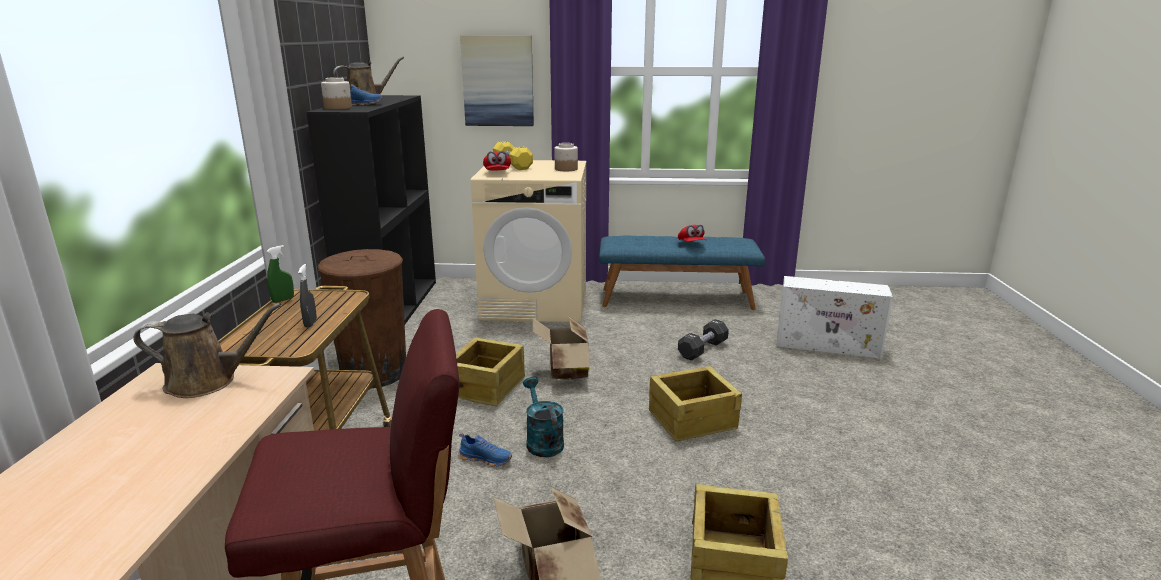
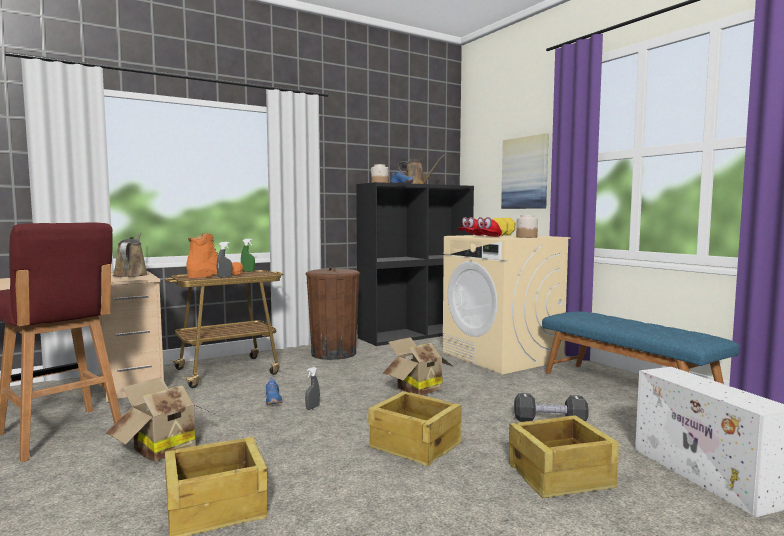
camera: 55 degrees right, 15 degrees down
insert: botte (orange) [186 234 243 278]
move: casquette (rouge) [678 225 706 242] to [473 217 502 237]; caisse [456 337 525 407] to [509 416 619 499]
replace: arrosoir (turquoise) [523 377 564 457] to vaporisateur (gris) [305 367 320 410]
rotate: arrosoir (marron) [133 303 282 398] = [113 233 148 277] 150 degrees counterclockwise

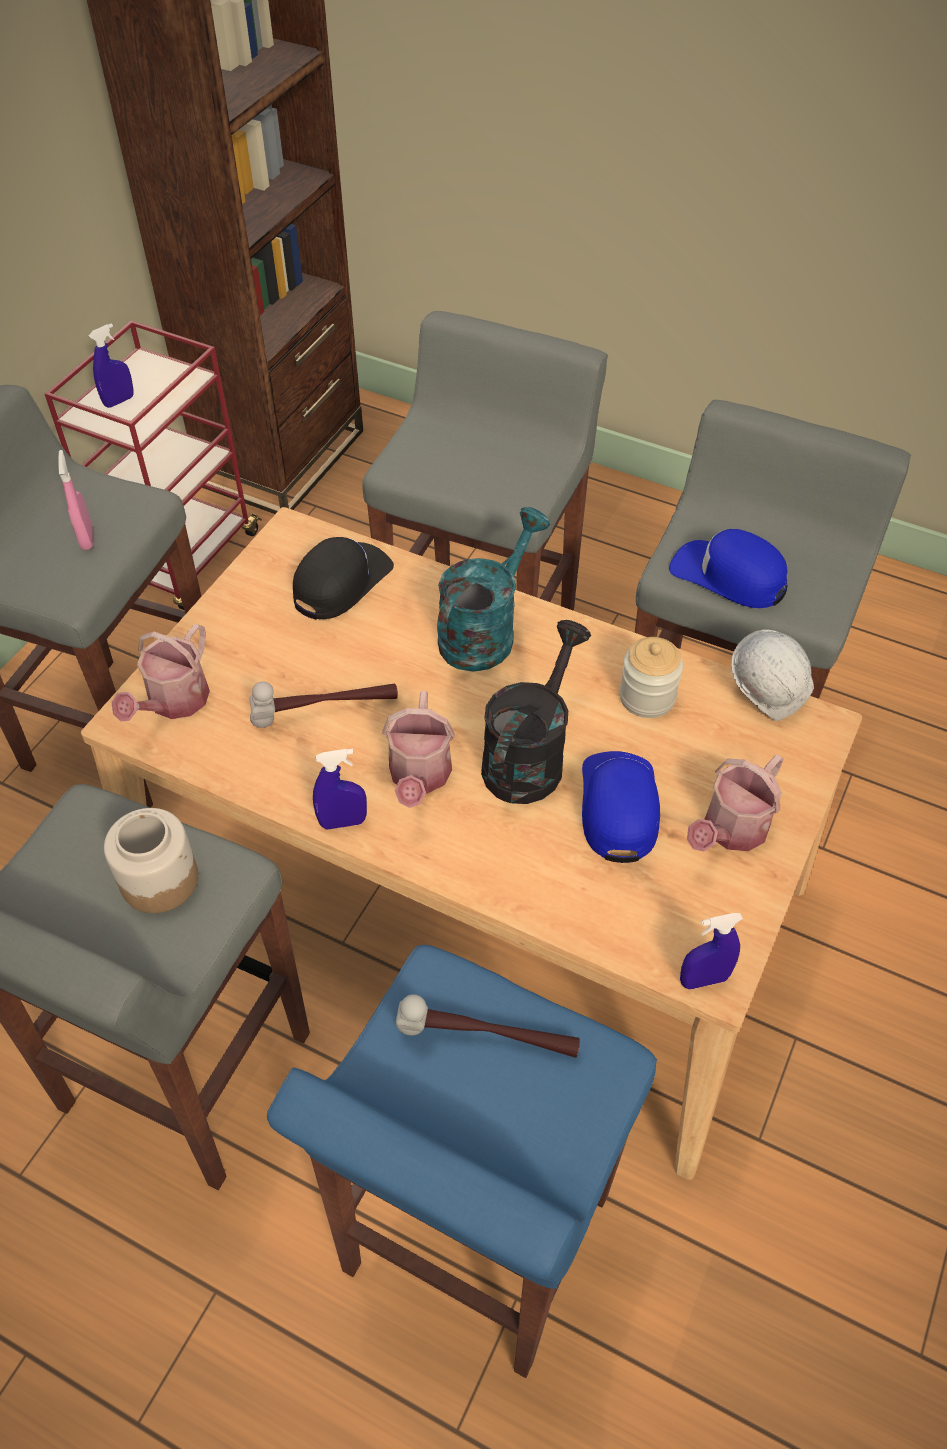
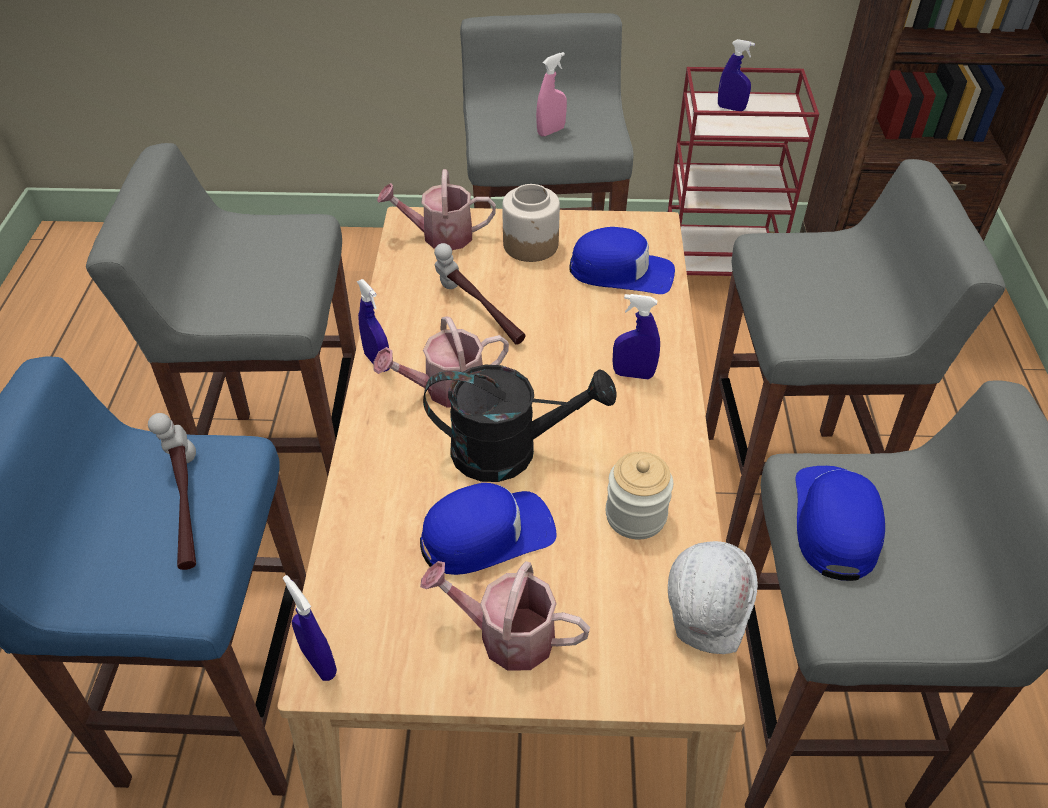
camera: 65 degrees right, 5 degrees down
move: bocal [104 808 198 913] to [502 184 560 262]
replace: arrosoir (turquoise) [437 507 550 672] to vaporisateur (bleu) [613 294 660 379]
recolor: casquette (noir) [293 537 394 620] to casquette (bleu) [569 227 675 294]

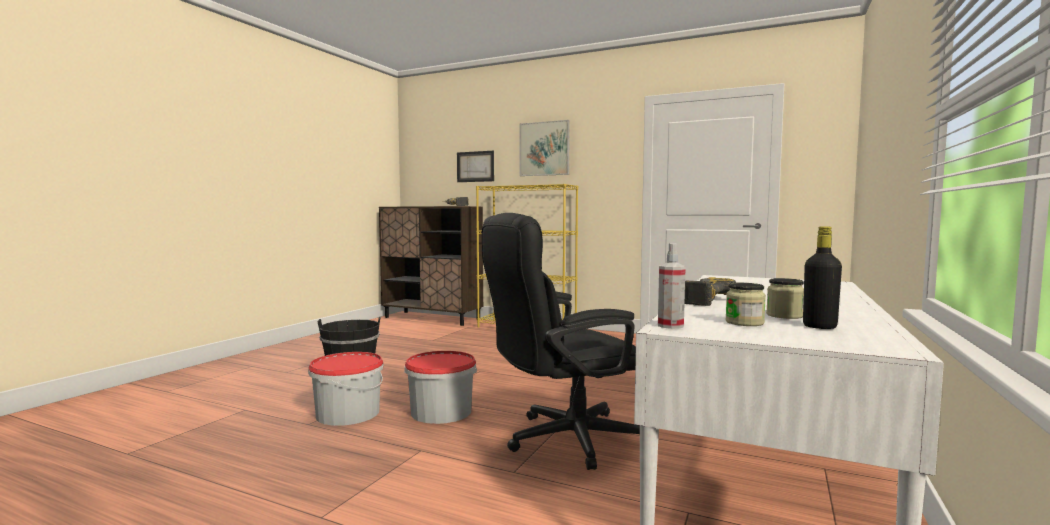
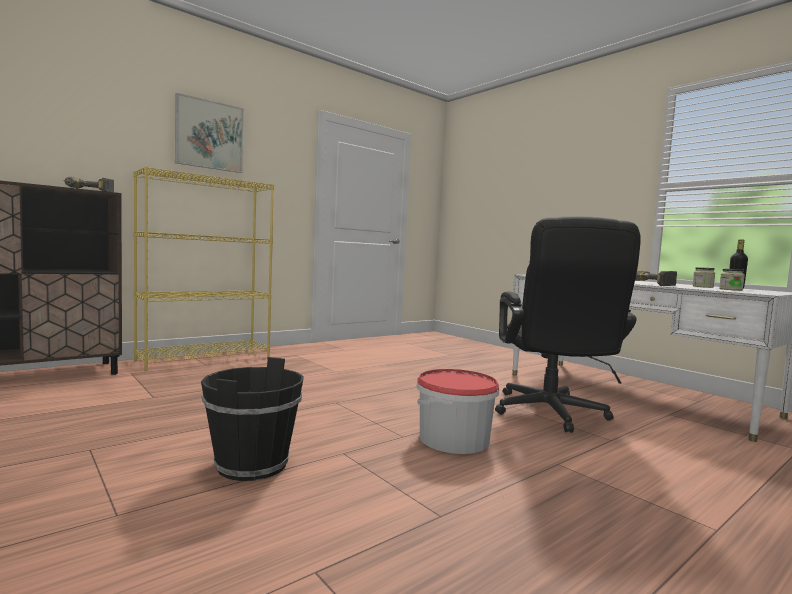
camera: 65 degrees left, 0 degrees up
delete: seau [308 352 384 426]; tableau [457 151 494 182]; vaporisateur [658 243 686 329]

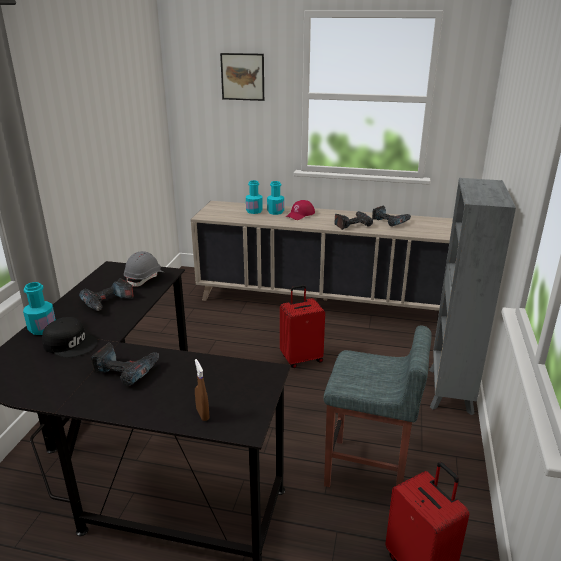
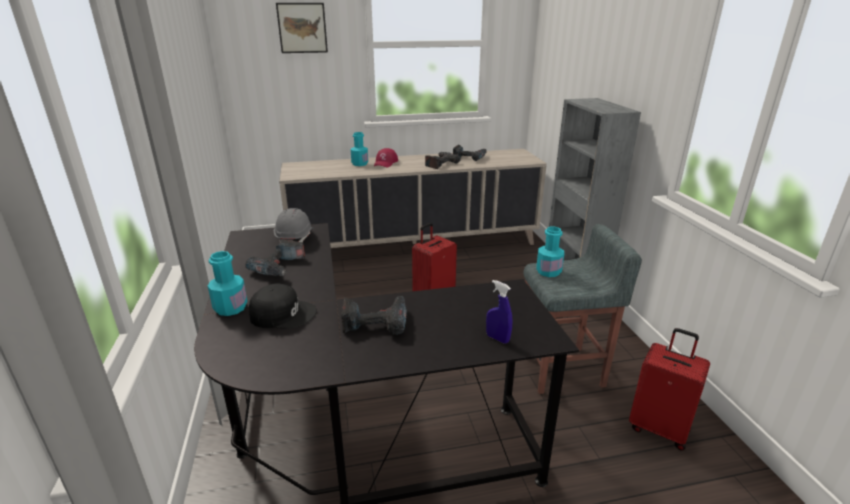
camera: 25 degrees left, 0 degrees up
move: bouteille (turquoise) [246 180 263 214] to [536 226 564 277]
recolor: vaporisateur (marron) [195 359 209 421] to vaporisateur (bleu) [486 280 512 344]

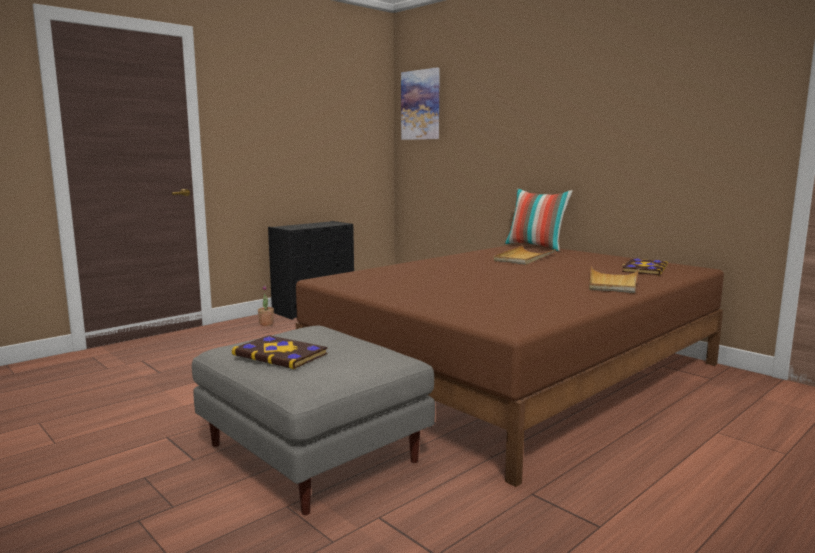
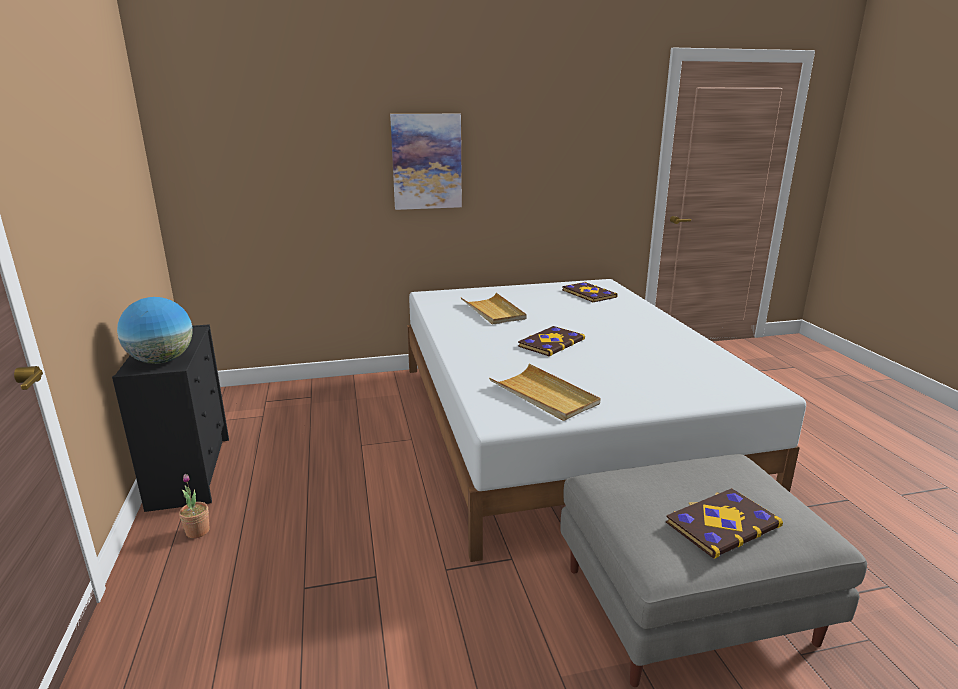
camera: 60 degrees left, 10 degrees up
delete: coussin [505 188 573 251]
insert: globe [117 297 193 364]; livre [518 326 585 356]
move: tableau [401 67 440 140] to [390 114 462 210]; plateau (beige) [589 266 639 293] to [489 364 601 421]
recolor: lit (marron) [296 243 724 487] to lit (blanc) [407 279 806 562]

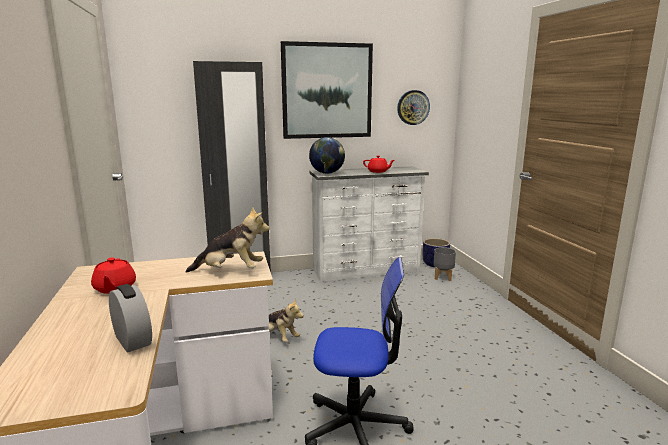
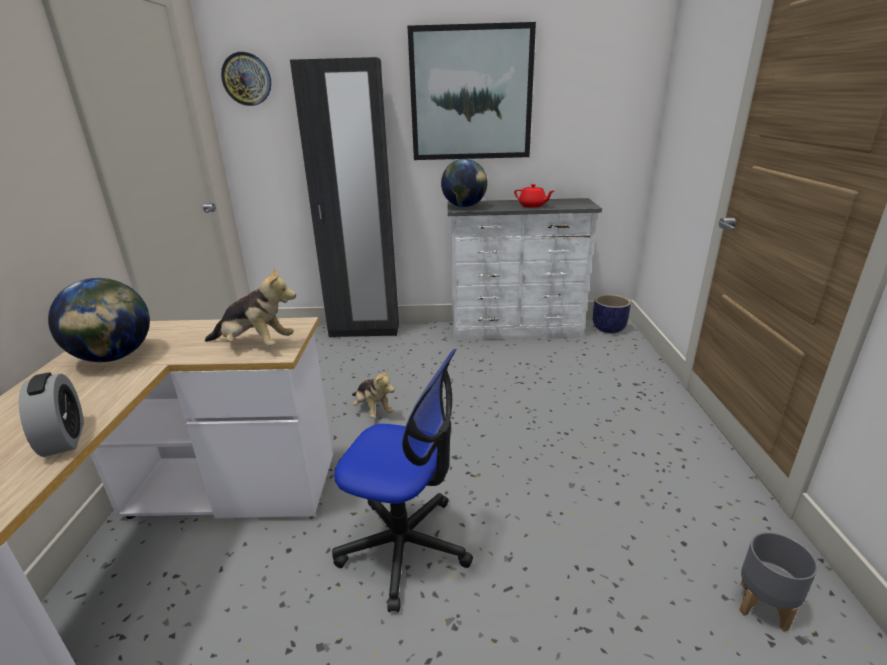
camera: 15 degrees right, 10 degrees up
move: horloge murale [397 90 430 125] to [221 52 271 106]; cache-pot (gris) [434 247 456 281] to [739 532 818 632]
replace: théière (rouge) [91 257 136 294] to globe [48 278 150 362]

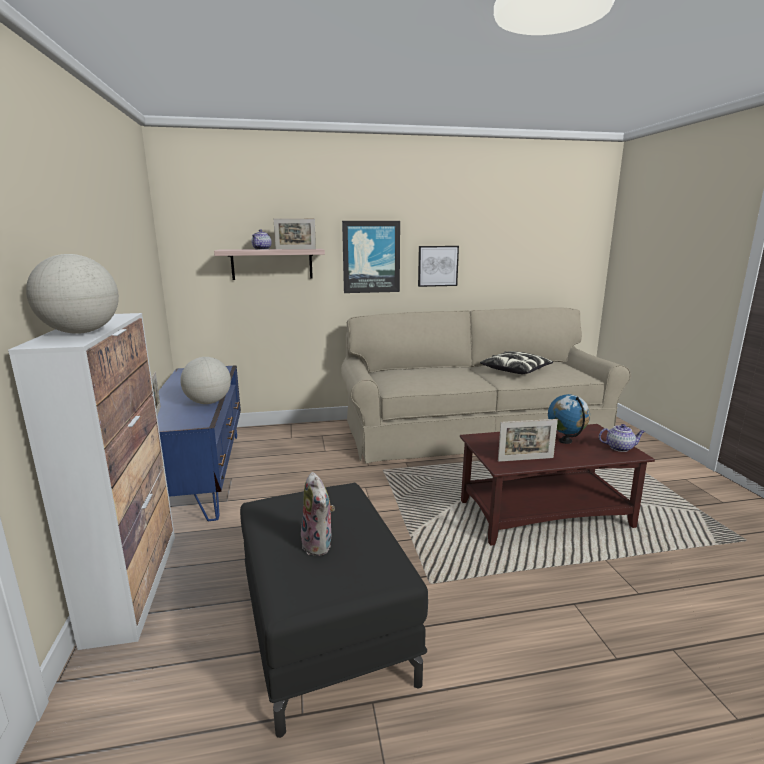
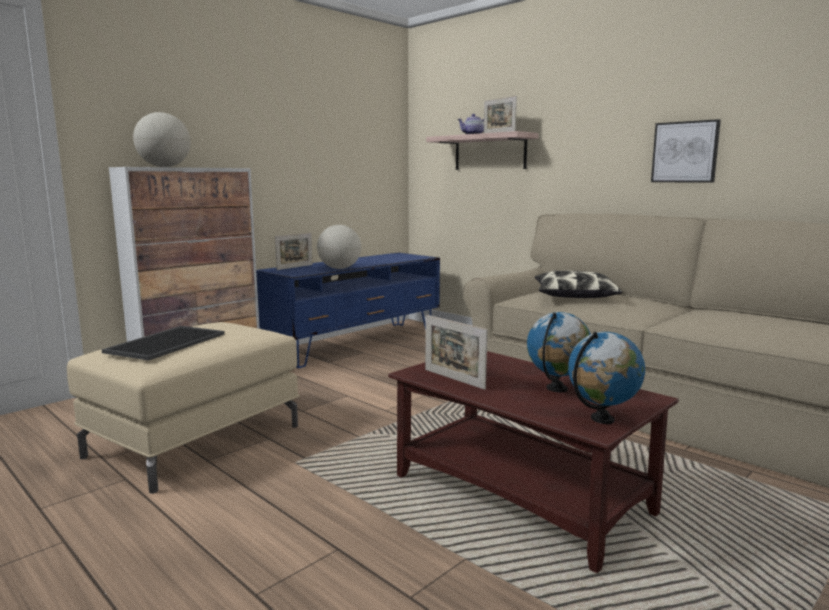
camera: 55 degrees right, 5 degrees down
delete: tableau [342 221 400 293]
move: coussin [480 351 553 374] to [535 271 622 298]
replace: peluche [301 472 335 556] to plateau [101 326 225 361]; théière [599 424 645 452] to globe [568 332 645 424]
recolor: pouf (noir) [240 483 428 738] to pouf (beige) [67 322 300 494]

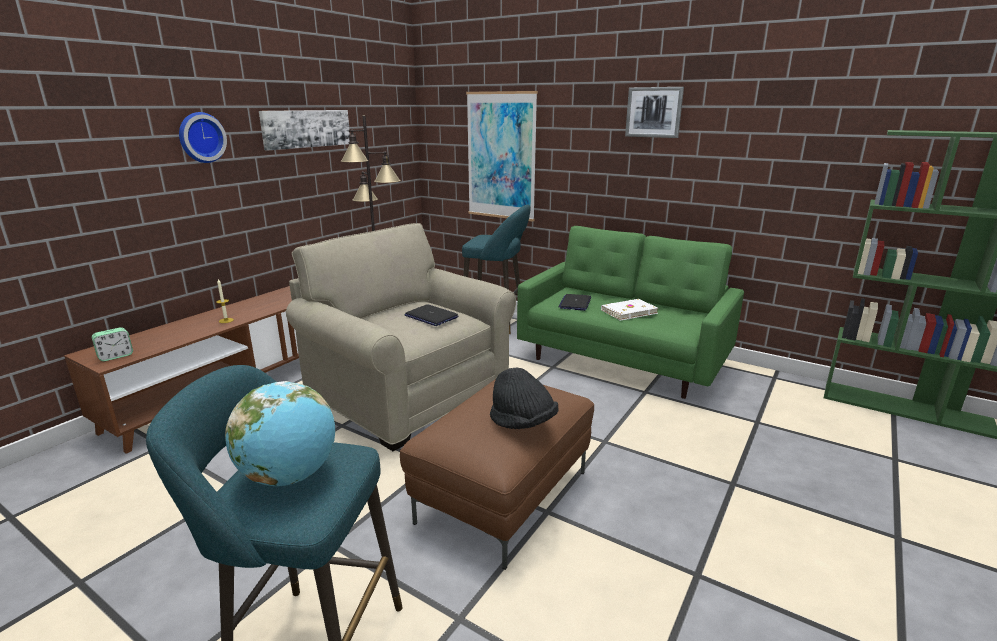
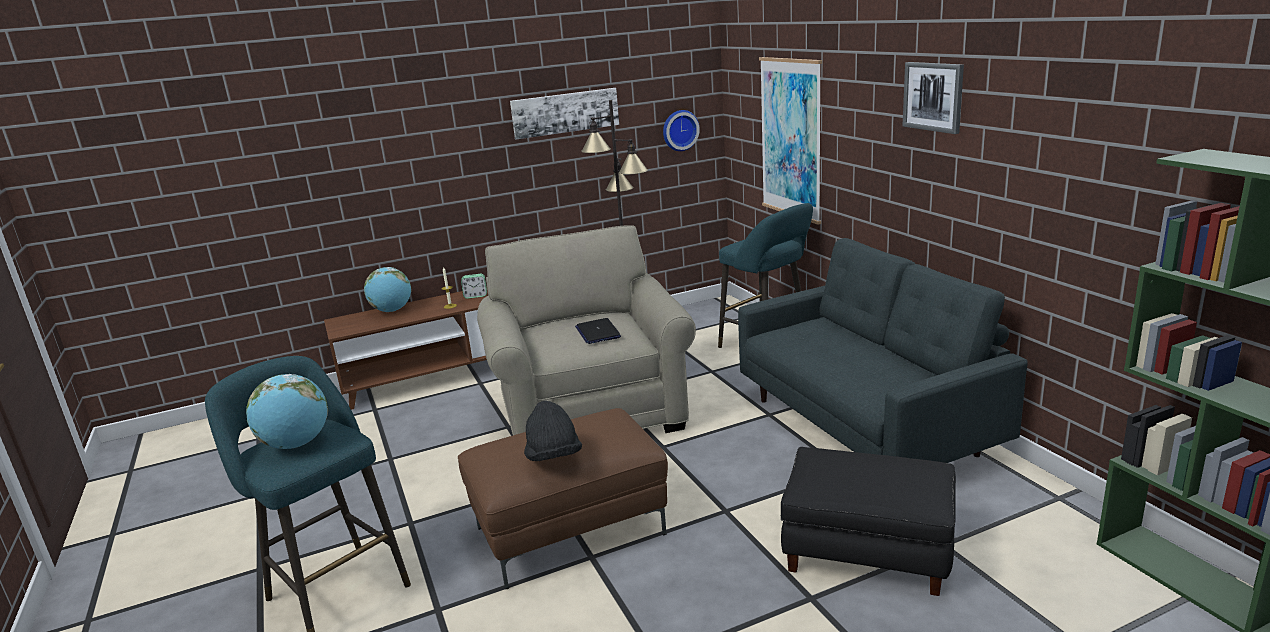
camera: 35 degrees right, 0 degrees up
delete: ordinateur portable [558 294 591 311]; livre (blanc) [601 299 658 321]
insert: globe [364 267 412 312]; pouf (noir) [781 447 956 596]
move: réveil [91 327 133 361] to [461 274 487 299]; horloge murale [179 112 227 163] to [663 110 700 151]
recolor: canapé (vert) [517 226 744 399] to canapé (gris) [738 238 1028 463]

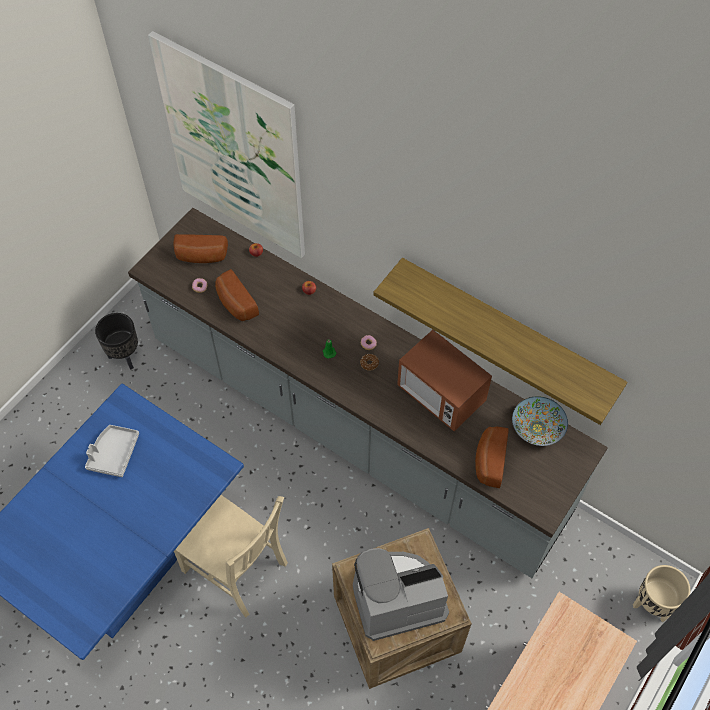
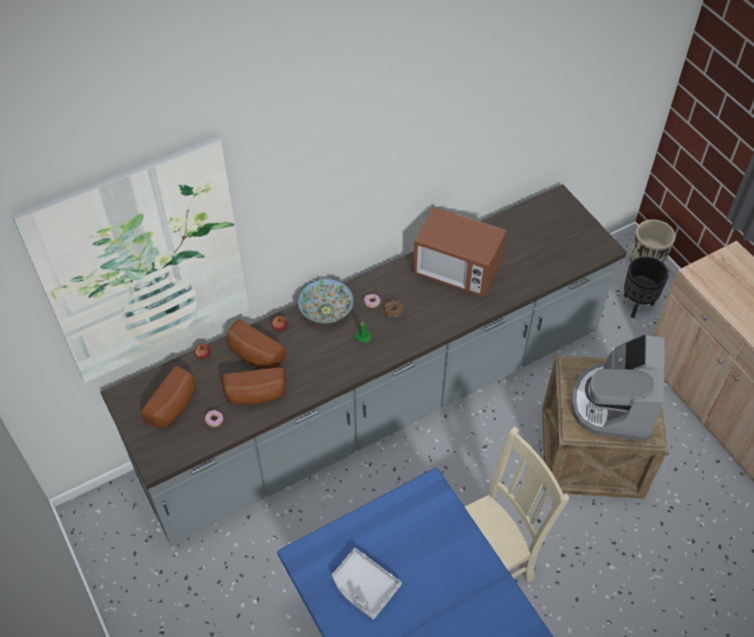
camera: 65 degrees left, 5 degrees down
delete: étagère [374 258 627 425]
move: pain [475 427 509 488] to [227 319 286 369]; bol [512 396 568 446] to [297 278 354 323]; cache-pot (noir) [95 313 138 370] to [624 257 669 318]
rotate: micro-ondes [397 330 492 431] = [413 207 506 297] 45 degrees clockwise

